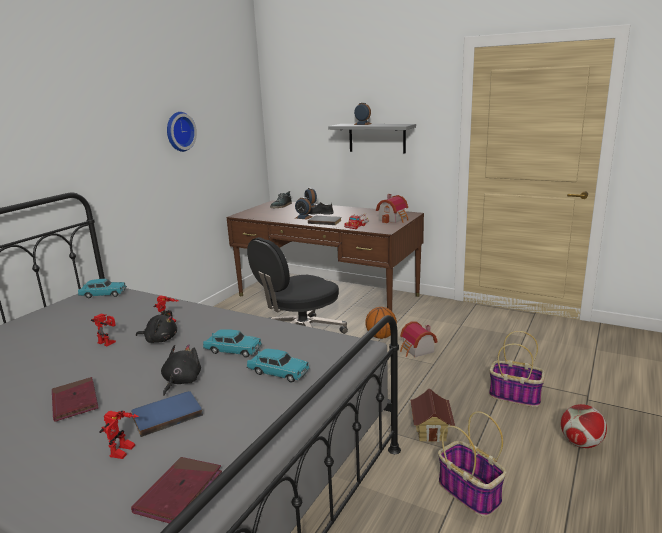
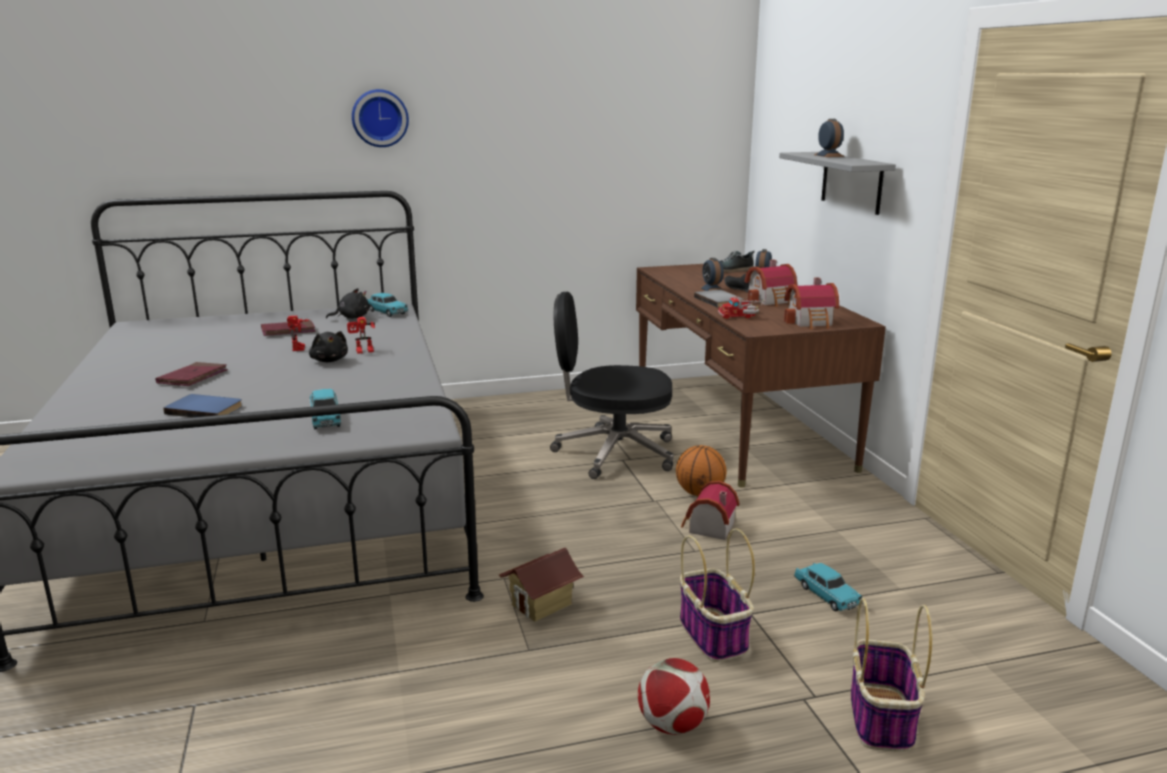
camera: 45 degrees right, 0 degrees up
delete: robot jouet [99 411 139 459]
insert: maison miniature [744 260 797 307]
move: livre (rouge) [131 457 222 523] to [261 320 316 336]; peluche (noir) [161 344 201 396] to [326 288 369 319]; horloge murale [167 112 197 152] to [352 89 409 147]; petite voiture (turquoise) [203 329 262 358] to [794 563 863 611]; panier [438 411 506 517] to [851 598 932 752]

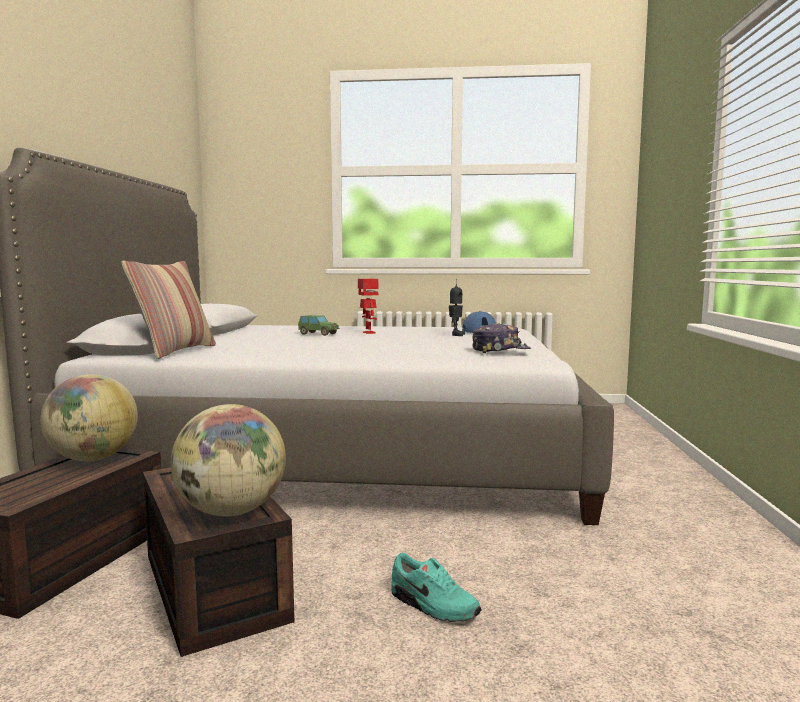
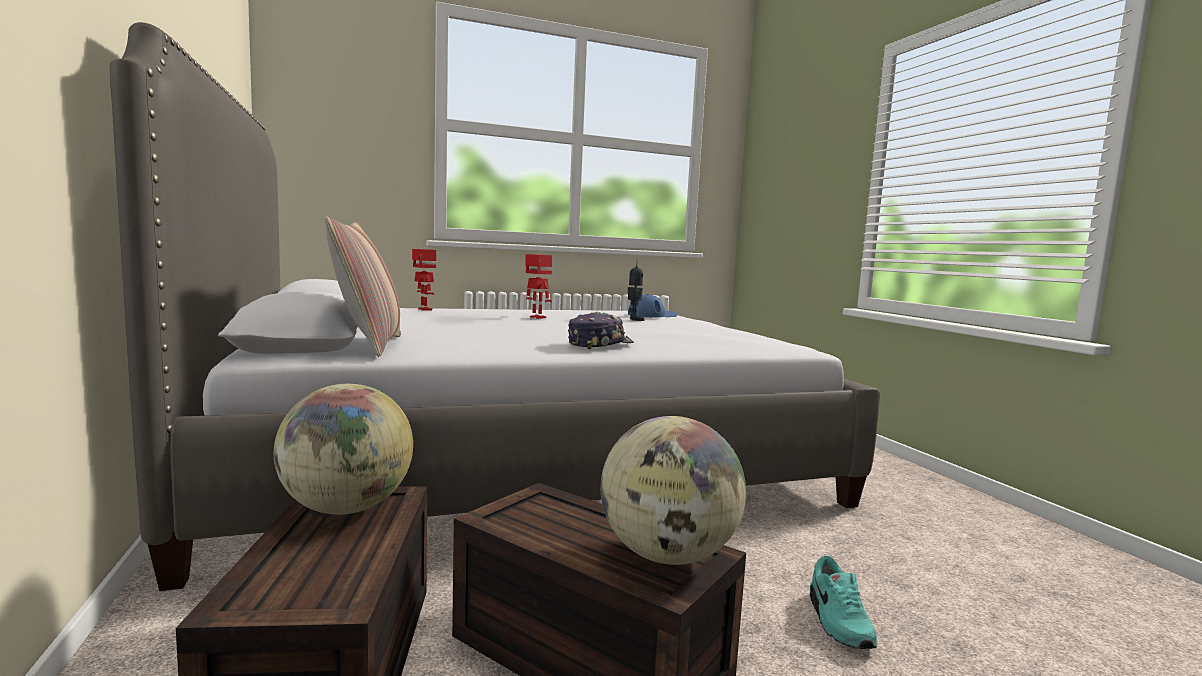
camera: 25 degrees left, 0 degrees up
delete: petite voiture [298 315 339 336]
insert: robot jouet [412 249 436 310]
move: casquette [472 323 531 353] to [568 312 634 350]
rotate: chaussure (turquoise) [391 553 481 622] = [810 556 877 649] 75 degrees clockwise

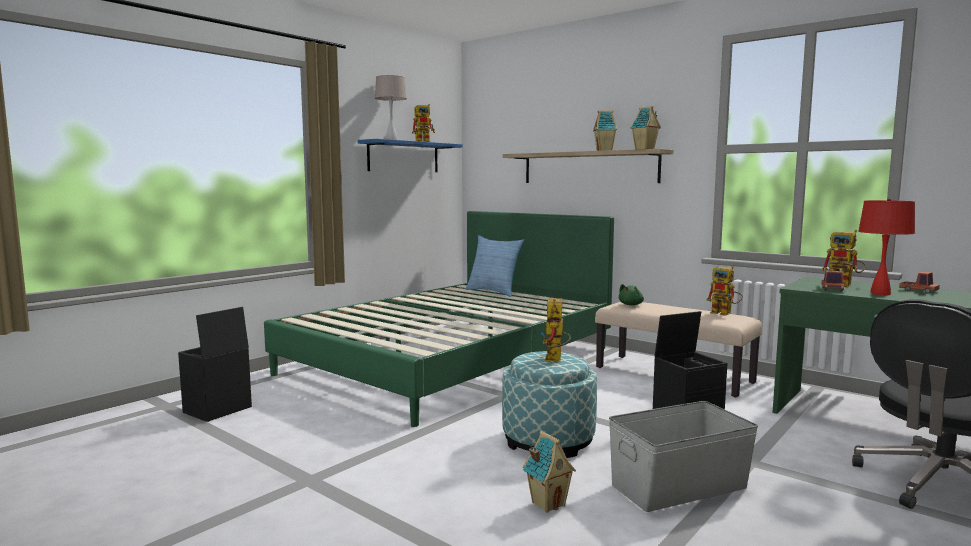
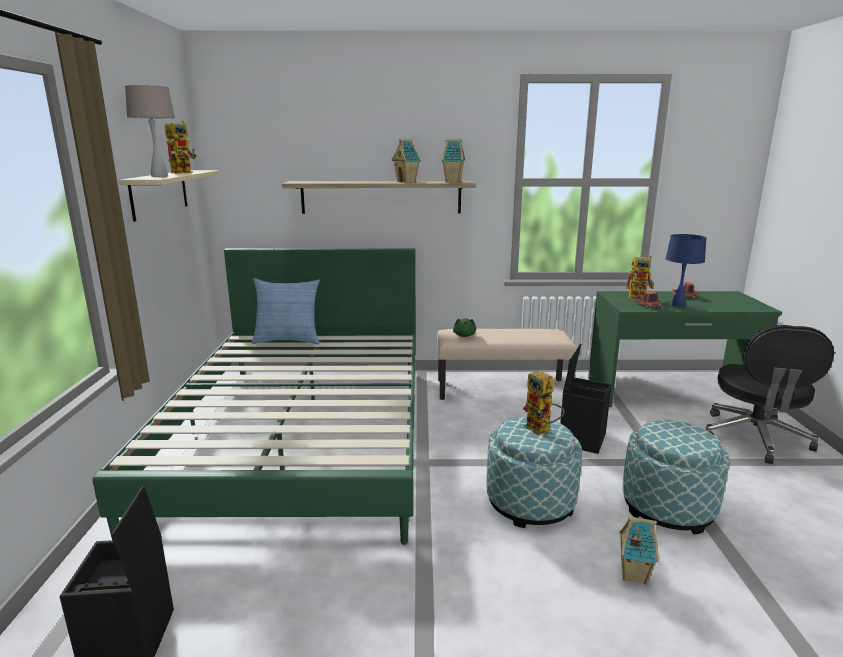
camera: 40 degrees left, 10 degrees up
delete: robot jouet [706 266 743 315]
replace: boîte de rangement (gris) [609 401 758 512] to pouf [622 420 730 535]
recolor: étagère (bleu) [358 139 463 172] to étagère (beige) [119 170 220 222]; lampe de table (rouge) [858 198 915 295] to lampe de table (bleu) [665 234 707 307]

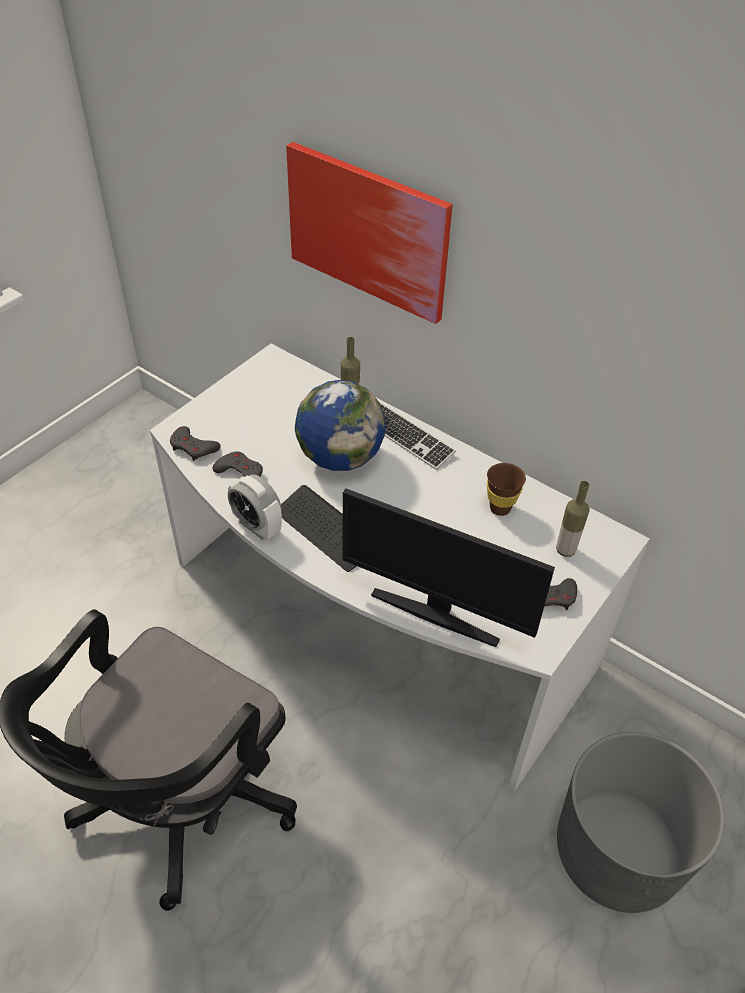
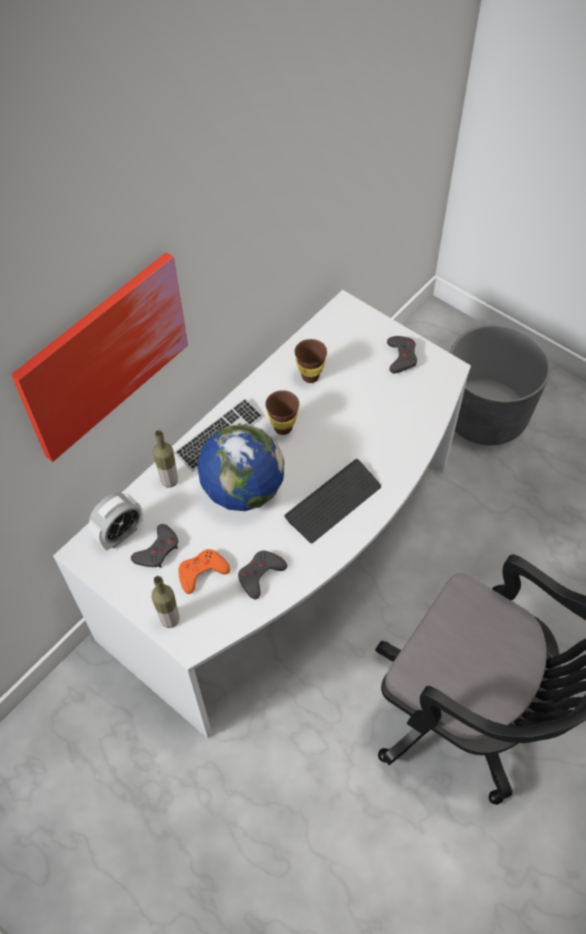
camera: 85 degrees left, 10 degrees up
delete: écran d'ordinateur [342 489 555 647]
insert: manette (orange) [178 549 230 594]; tasse (marron) [265 390 299 435]
move: réveil [228 474 282 540] to [88 493 143 551]; manette (gris) [170 426 221 461] to [131 524 178 568]; bouteille [556 481 590 557] to [152 576 179 628]

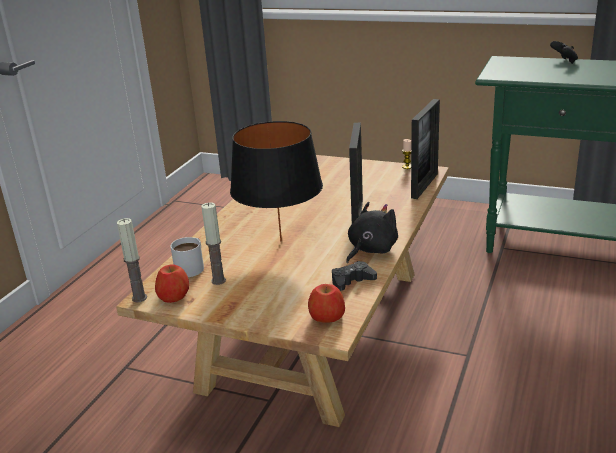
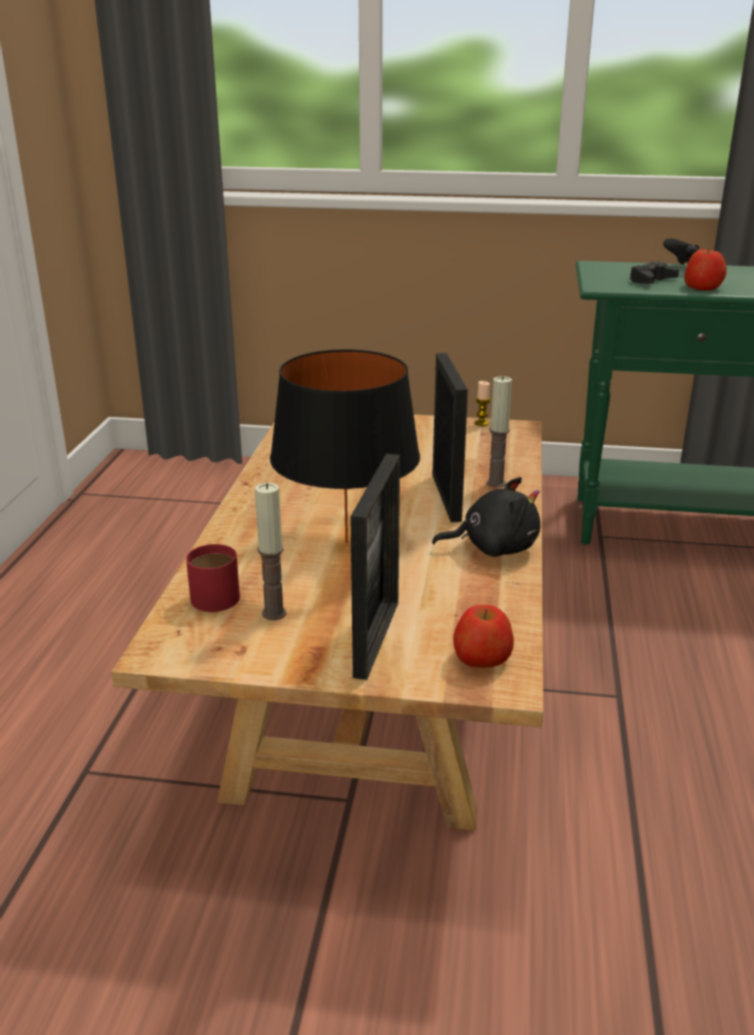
camera: 15 degrees left, 0 degrees up
move: cadre photo [411 99 440 199] to [350 454 400 680]; bougie [117 218 147 302] to [487 376 512 488]; manette (noir) [332 261 377 291] to [629 261 679 284]; pomme [155 264 189 303] to [685 249 727 290]
recolor: mug (blanc) [170 237 204 277] to mug (rouge) [186 544 240 612]
rotate: peluche (noir) [346 202 398 263] = [432 477 541 557] 60 degrees clockwise

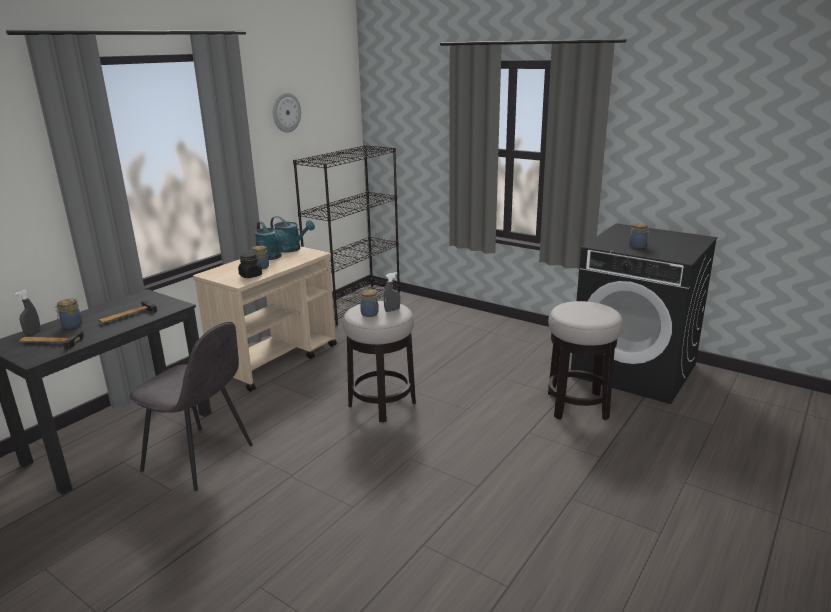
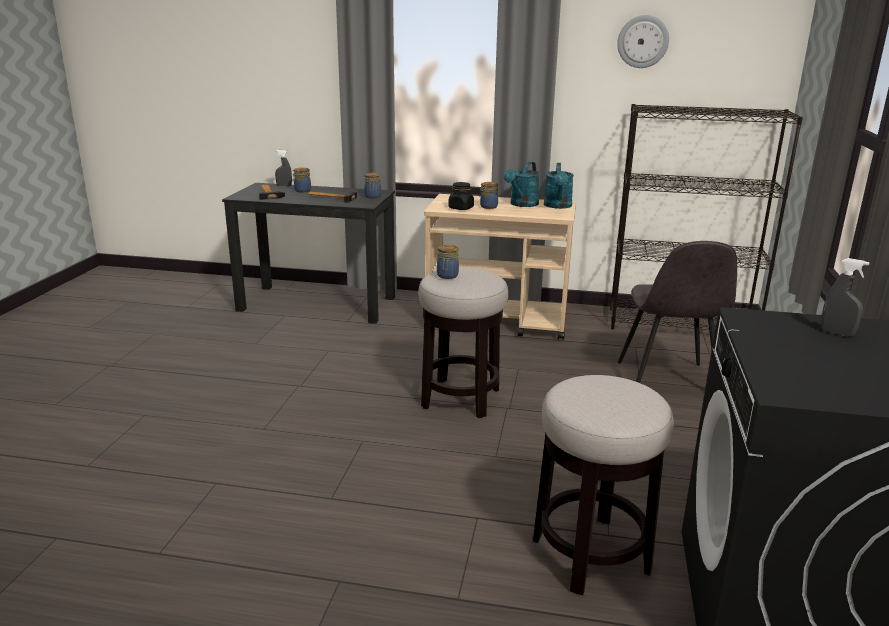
camera: 65 degrees right, 0 degrees up
move: bocal [629 223 650 249] to [364 173 381 198]; chaise (gris) [129 322 253 491] to [618 241 737 383]; vaporisateur (gris) [384 272 400 312] to [821 258 869 337]

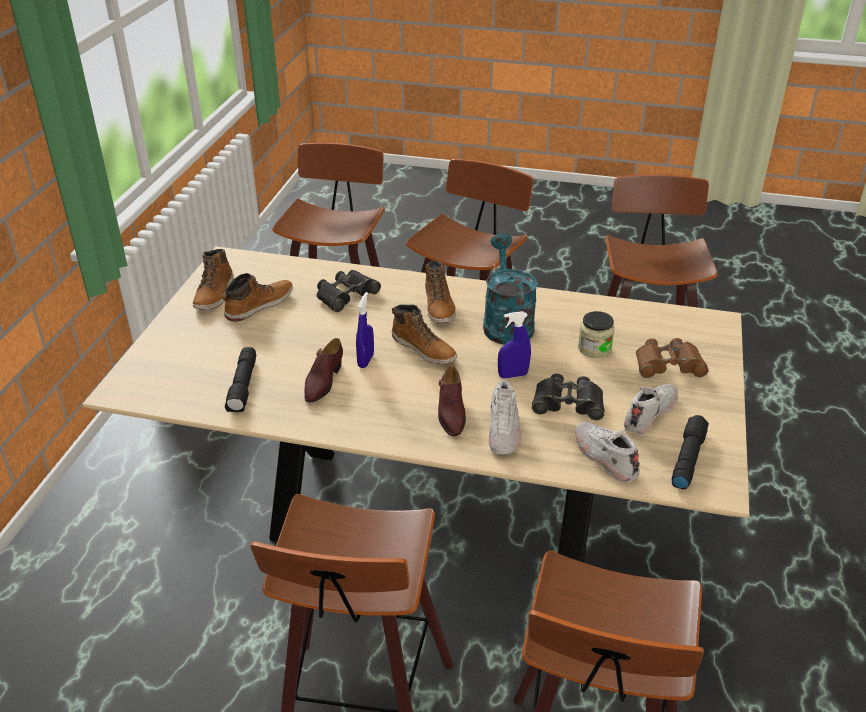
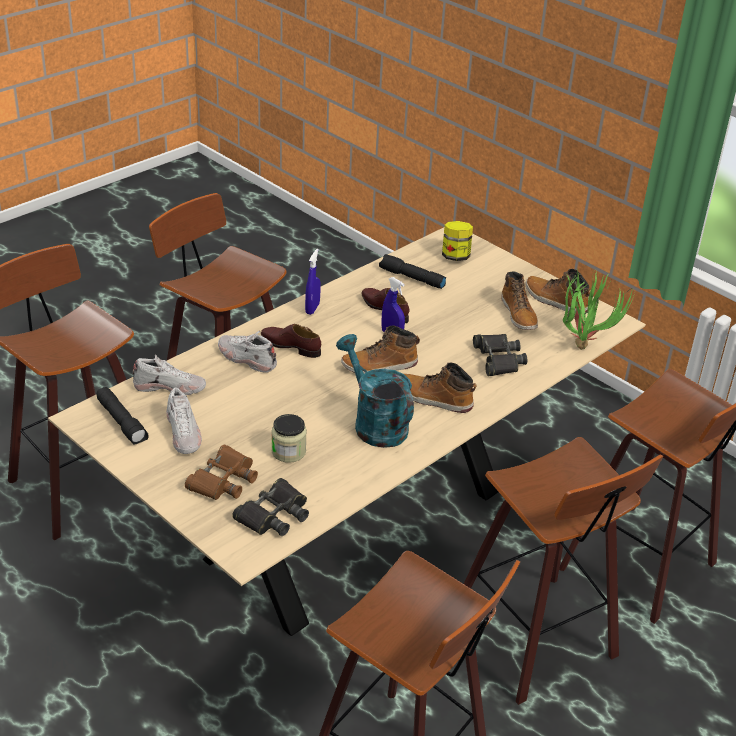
camera: 120 degrees right, 0 degrees up
insert: bocal [442 221 473 261]; plante en pot [563 270 635 350]
move: jumelles (noir) [532 374 605 420] to [232 478 309 536]; vaporisateur (bleu) [498 311 531 379] to [305 249 321 315]
rotate: arrosoir (turquoise) [483 234 538 345] = [336 334 414 448] 150 degrees counterclockwise

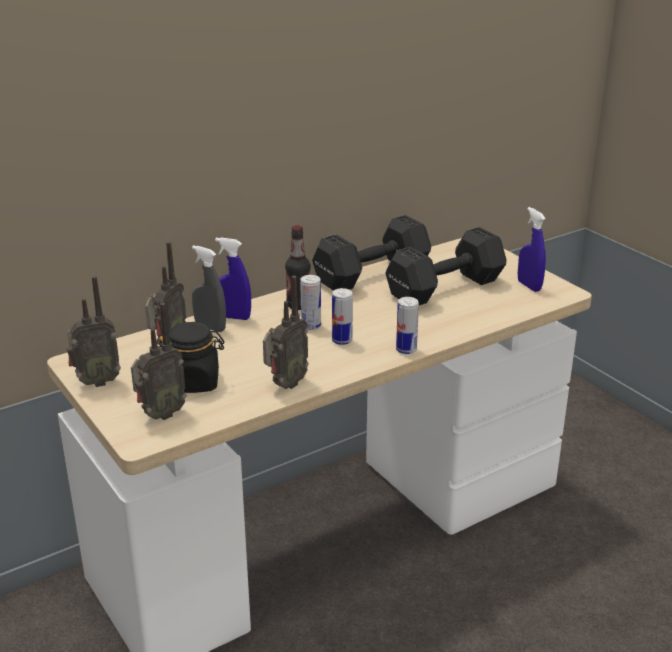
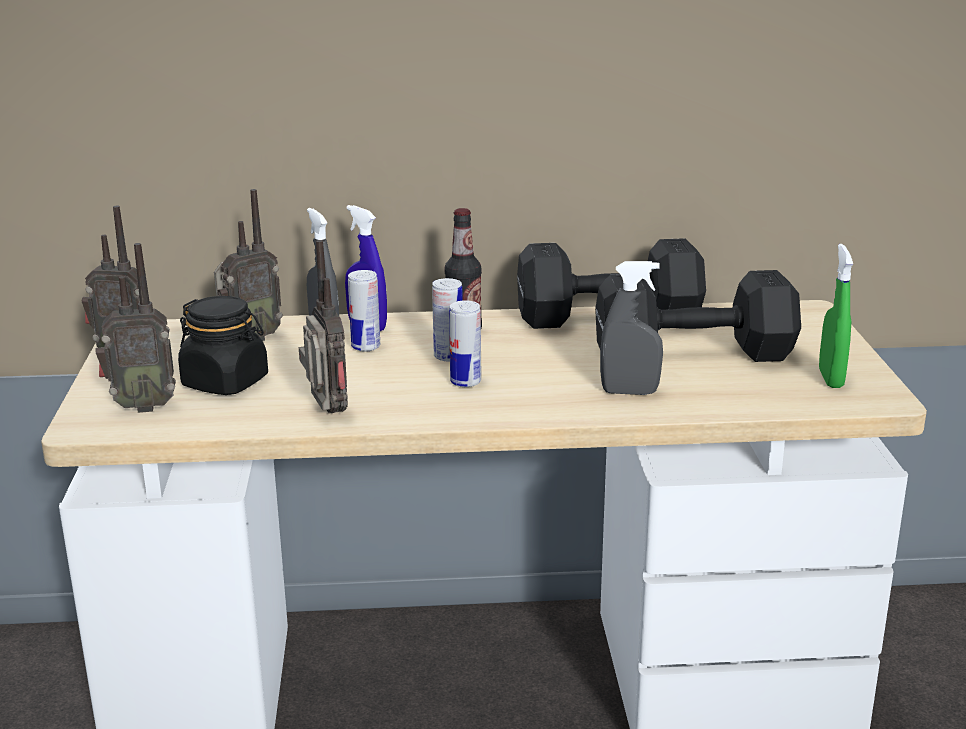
camera: 30 degrees right, 5 degrees down
insert: vaporisateur (gris) [600 261 663 395]
move: boîte métallique [396 297 419 354] to [348 270 380 352]
recolor: vaporisateur (bleu) [518 207 546 292] to vaporisateur (vert) [819 244 853 388]
rotate: radio [263 276 309 389] = [299 240 348 414] 90 degrees counterclockwise

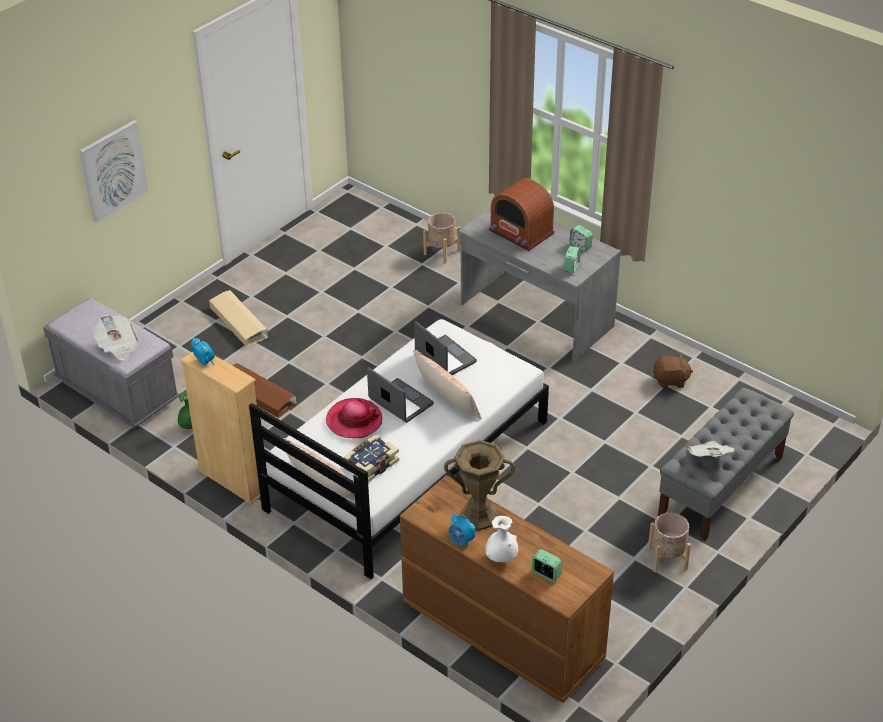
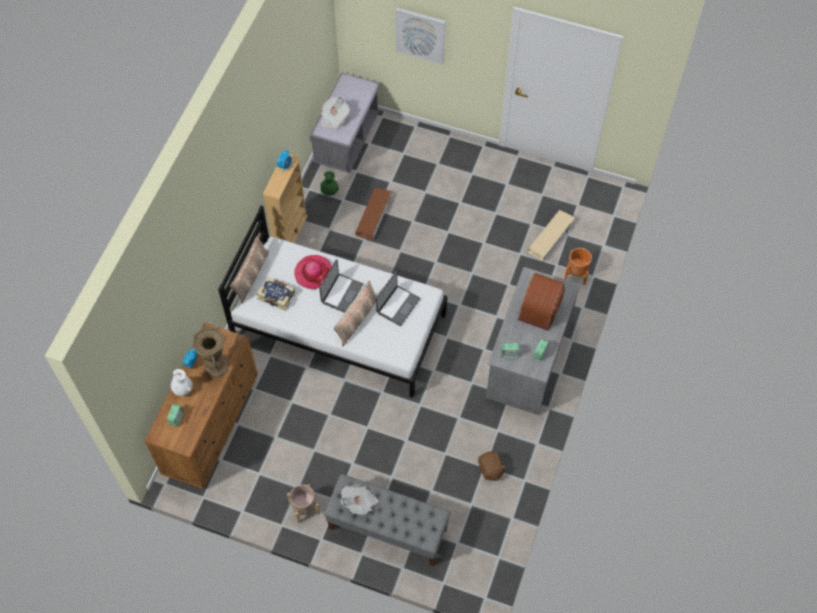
camera: 70 degrees right, 20 degrees up
move: boîte de rangement (beige) [209 290 268 347] to [528 210 574 261]
recolor: cache-pot (beige) [423 213 460 263] to cache-pot (orange) [564 248 592 285]

